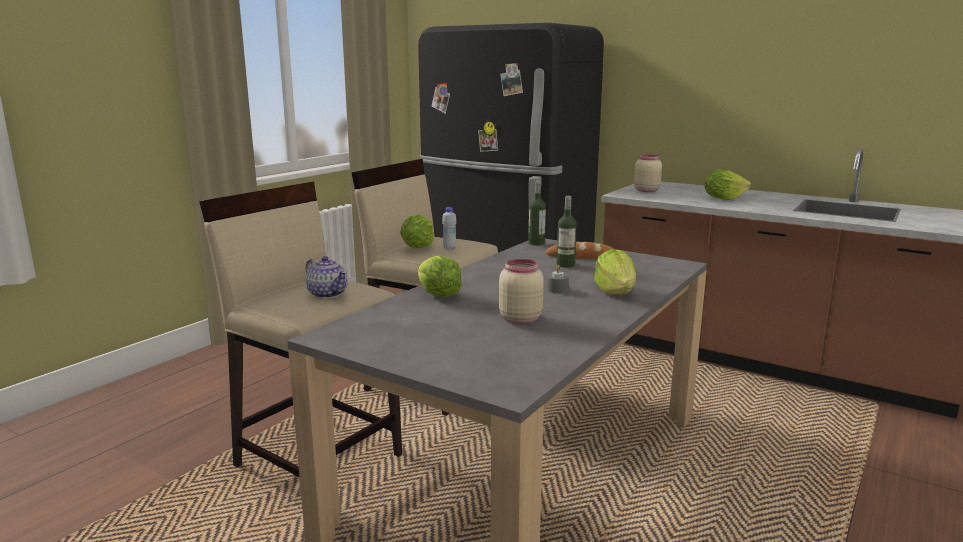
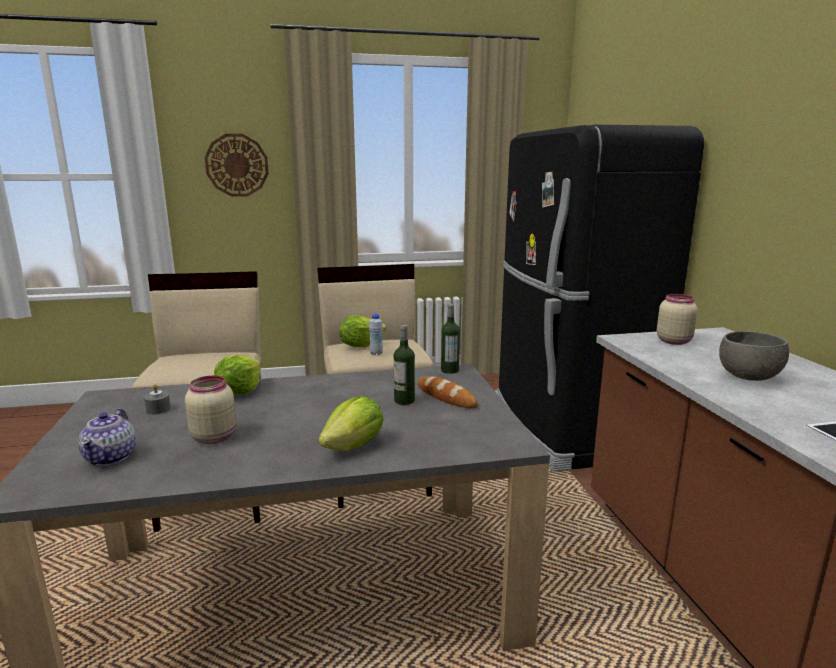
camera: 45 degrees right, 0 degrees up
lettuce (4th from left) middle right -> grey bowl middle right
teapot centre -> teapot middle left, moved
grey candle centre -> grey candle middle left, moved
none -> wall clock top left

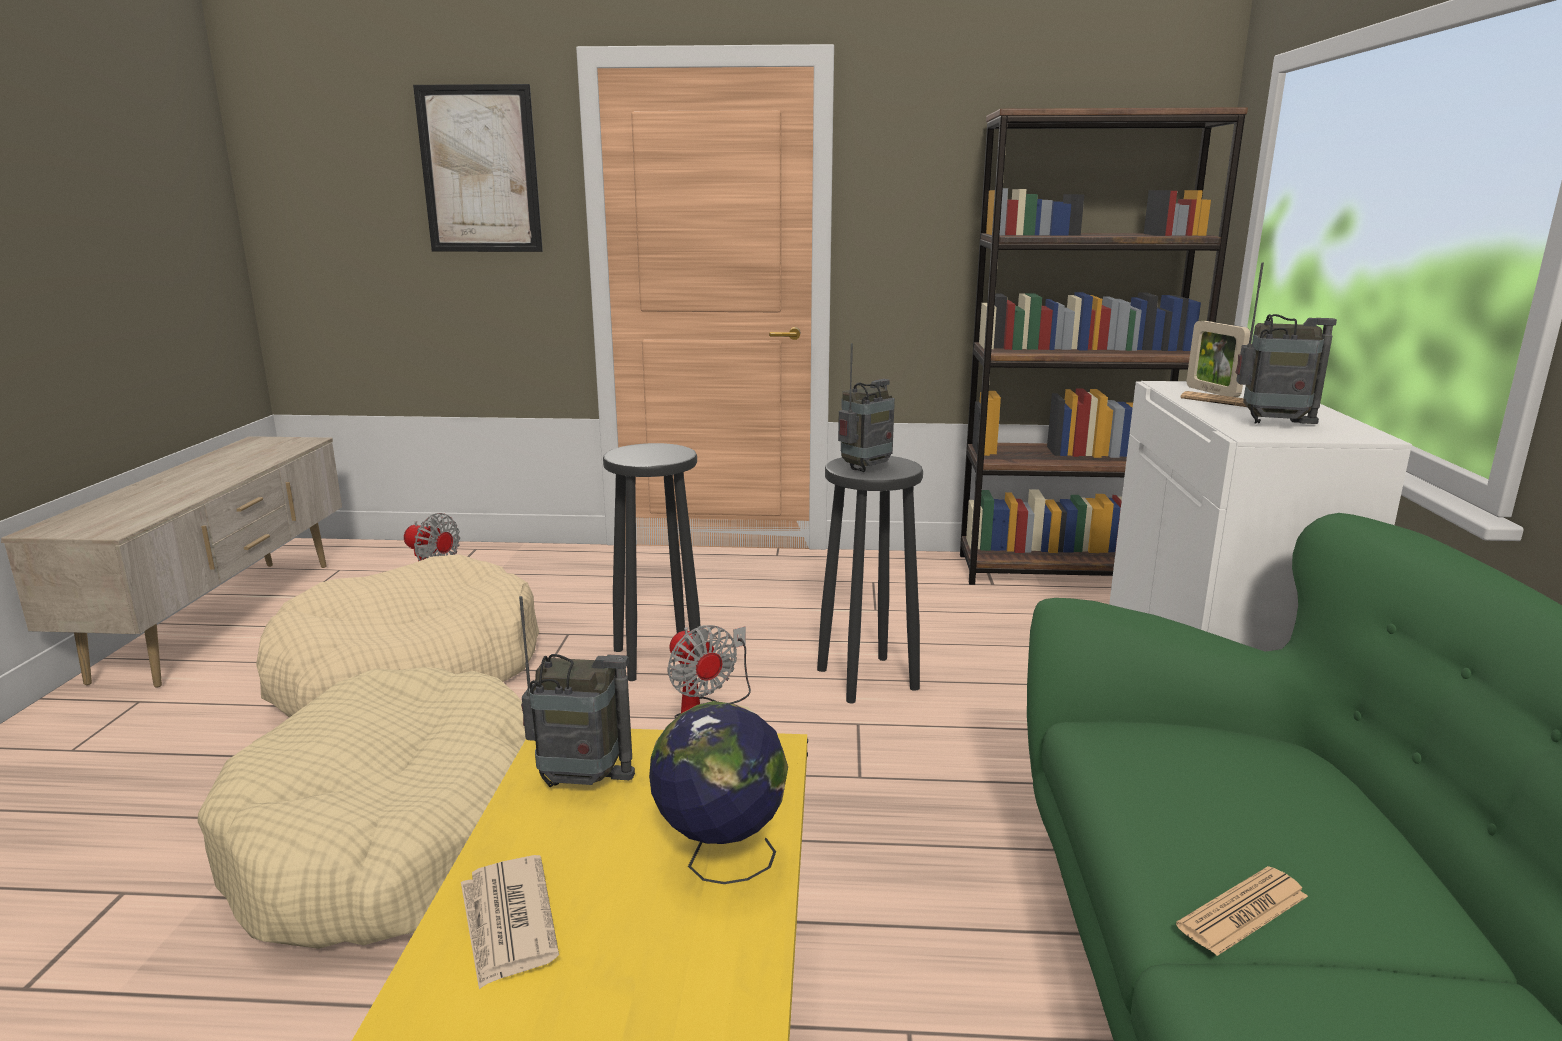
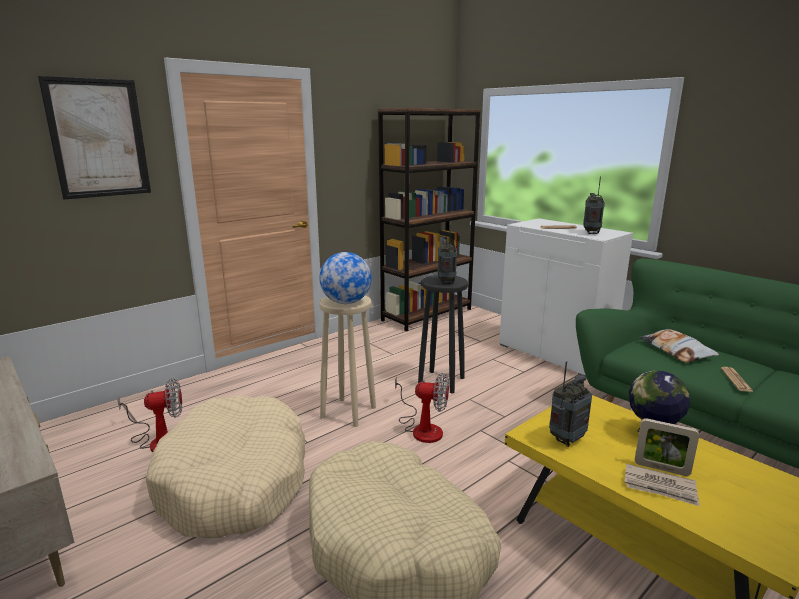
camera: 45 degrees left, 0 degrees up
radio (3rd from left) top right -> radio (3rd from left) middle right, 45 degrees counterclockwise
picture frame middle right -> picture frame bottom right, moved
black stool (1st from left) centre -> beige stool centre
none -> globe (1st from left) centre
none -> pillow middle right

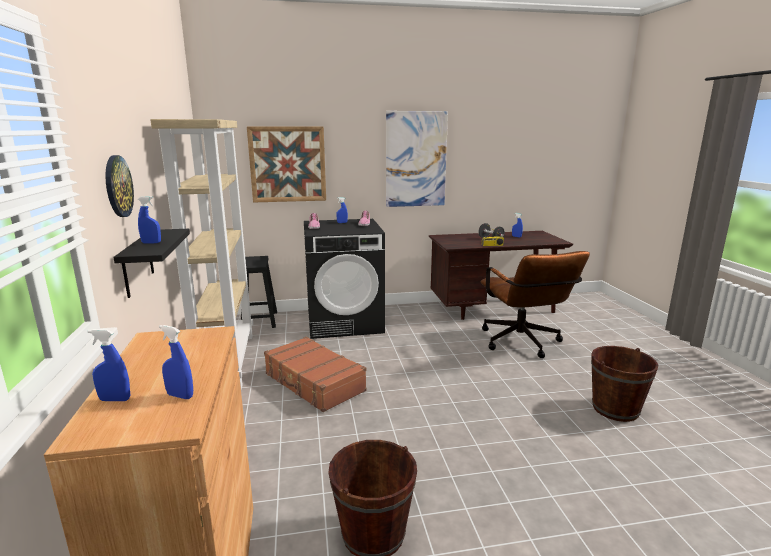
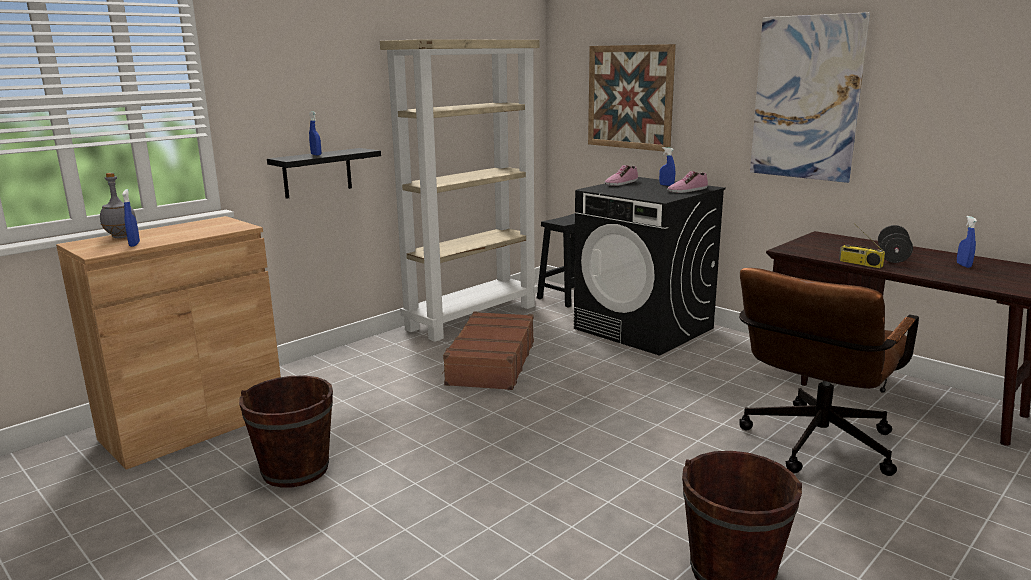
camera: 55 degrees right, 0 degrees up
wall clock middle left -> none
blue spray bottle (1st from left) middle left -> grey bottle middle left

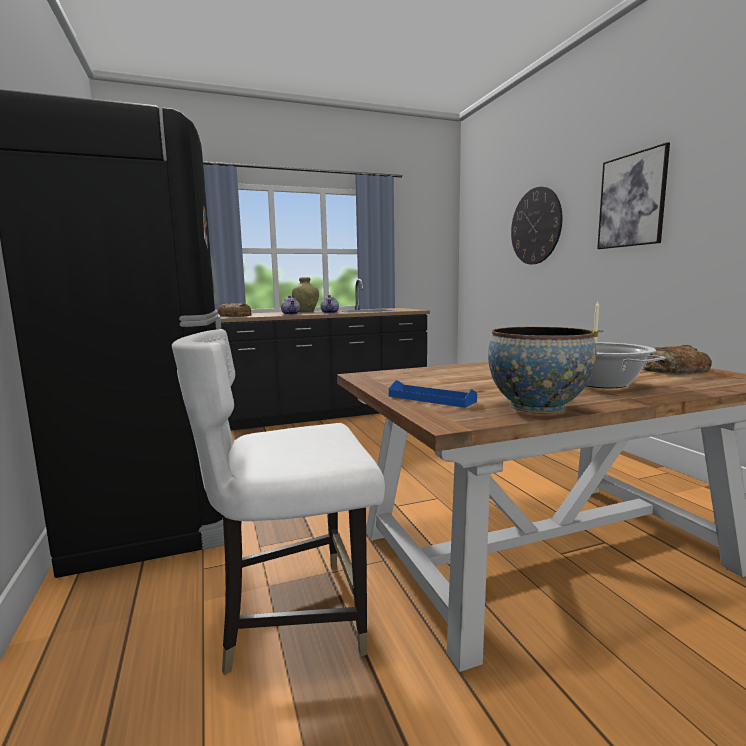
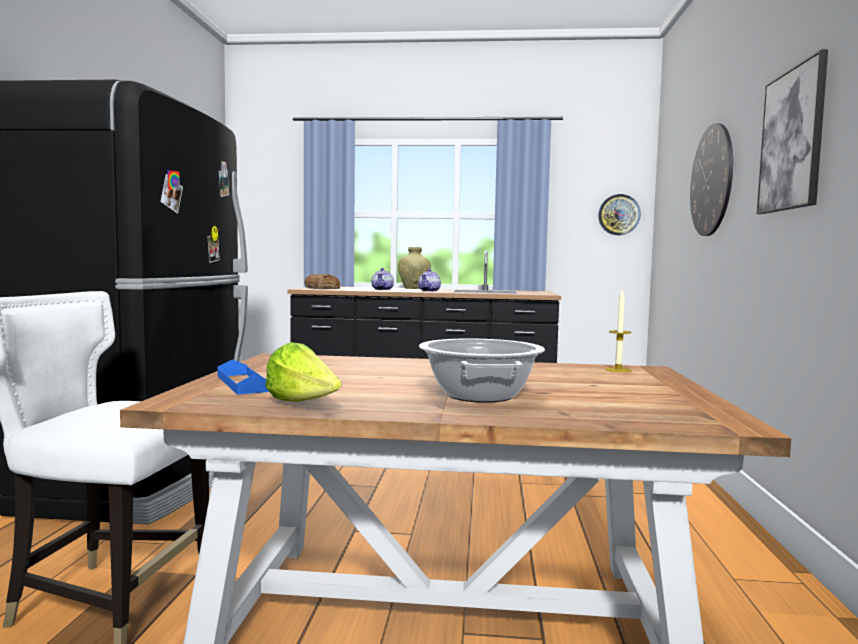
camera: 25 degrees right, 5 degrees down
bowl middle right -> lettuce centre
bread (2nd from left) middle right -> none
none -> wall clock (1st from left) top right

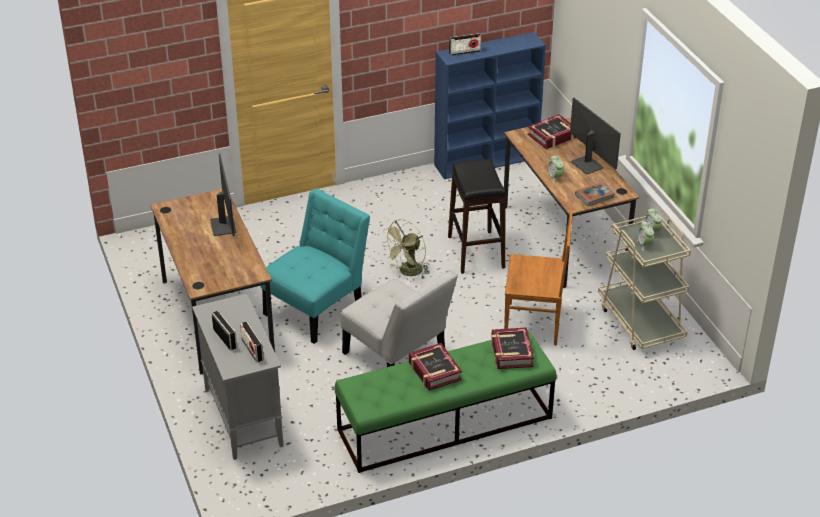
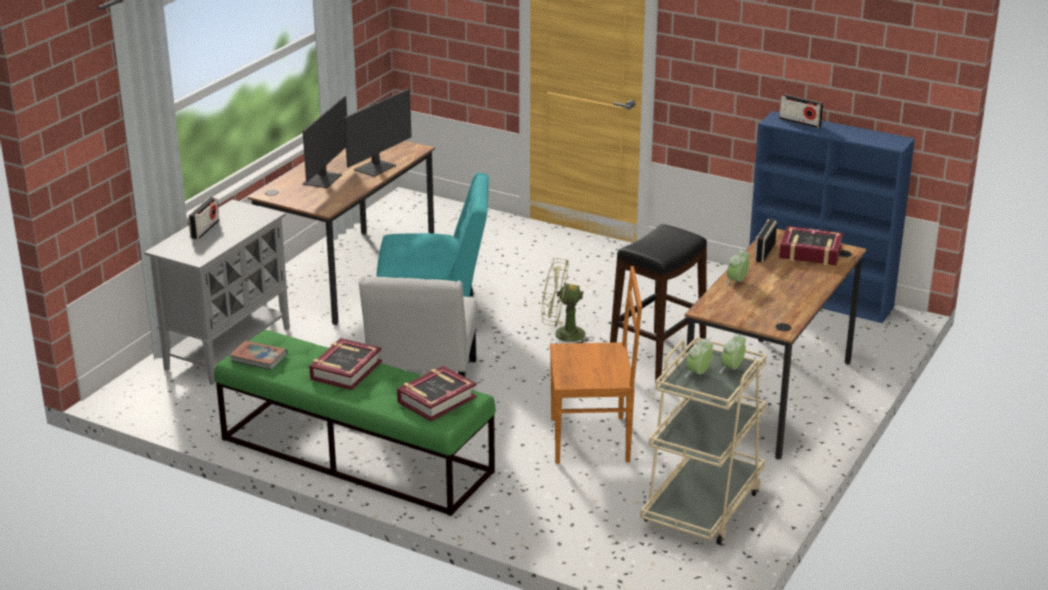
camera: 50 degrees right, 10 degrees down
monitor (2nd from left in the first image) top right -> monitor (1st from left) top left, moved
book (4th from left in the first image) middle right -> book (1st from left) middle left, moved
brown chair centre, 60 degrees counterclockwise
radio (2nd from left) middle left -> radio (2nd from left) middle right, moved

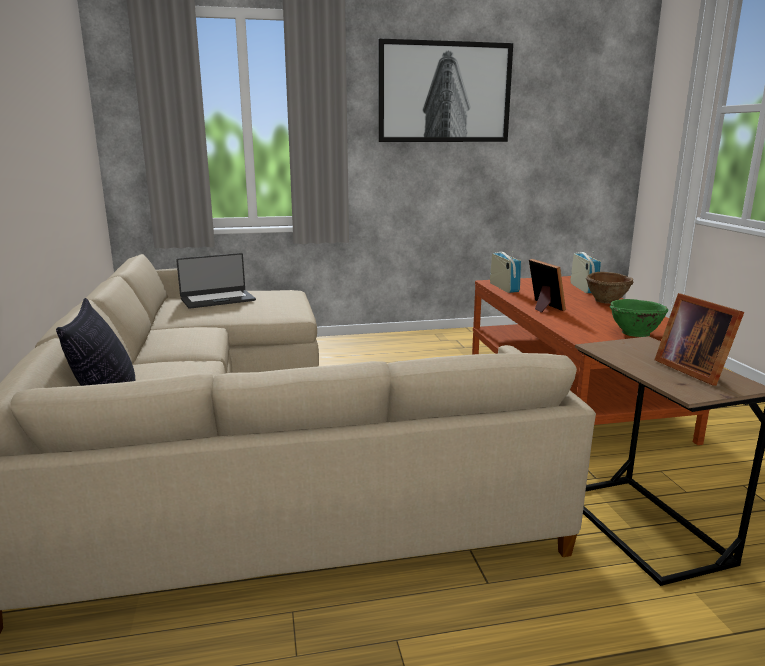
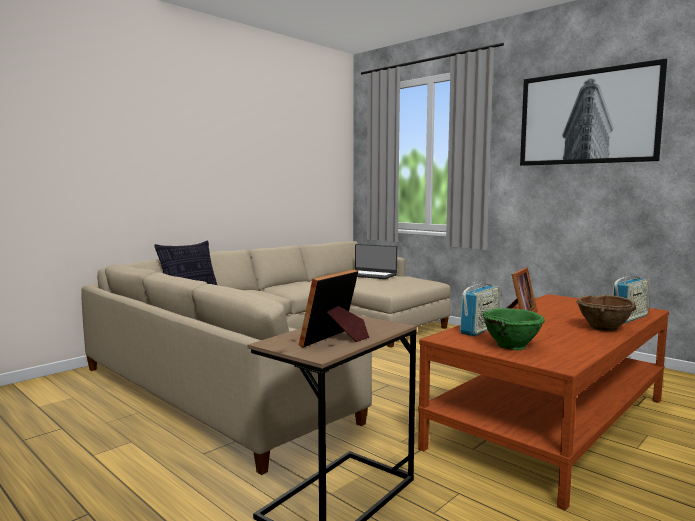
camera: 55 degrees right, 10 degrees down
radio (1st from left) centre -> radio (1st from left) middle right, moved

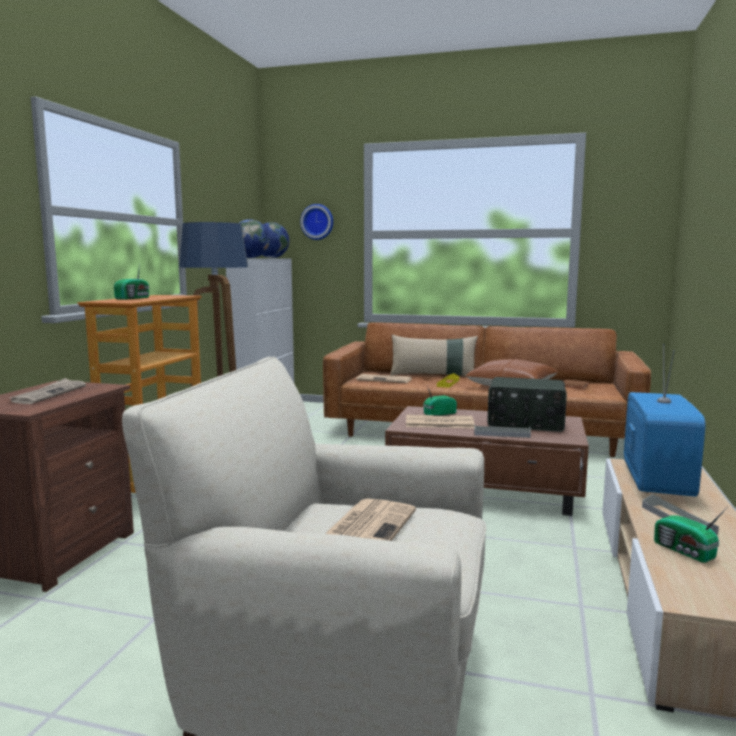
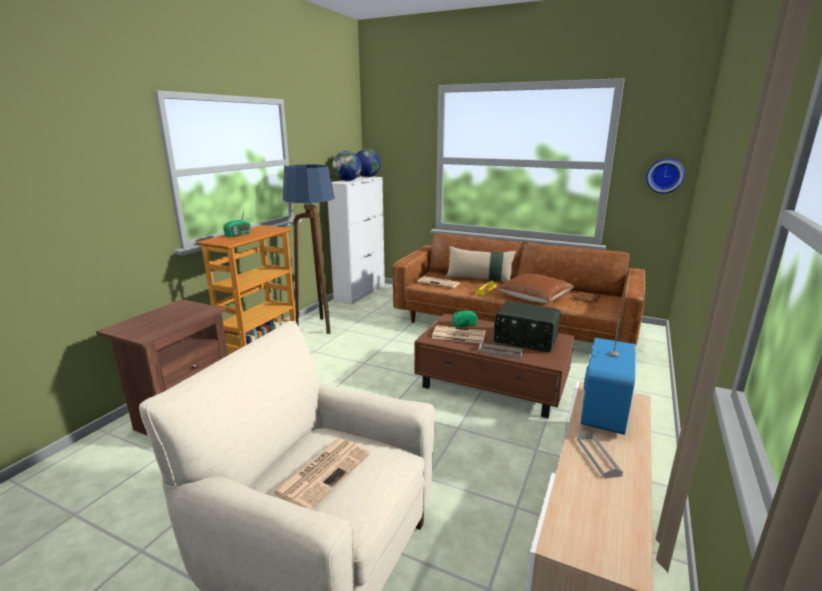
camera: 10 degrees right, 10 degrees up
wall clock top centre -> wall clock top right, moved
newspaper (1st from left) middle left -> none
radio (4th from left) bottom right -> none

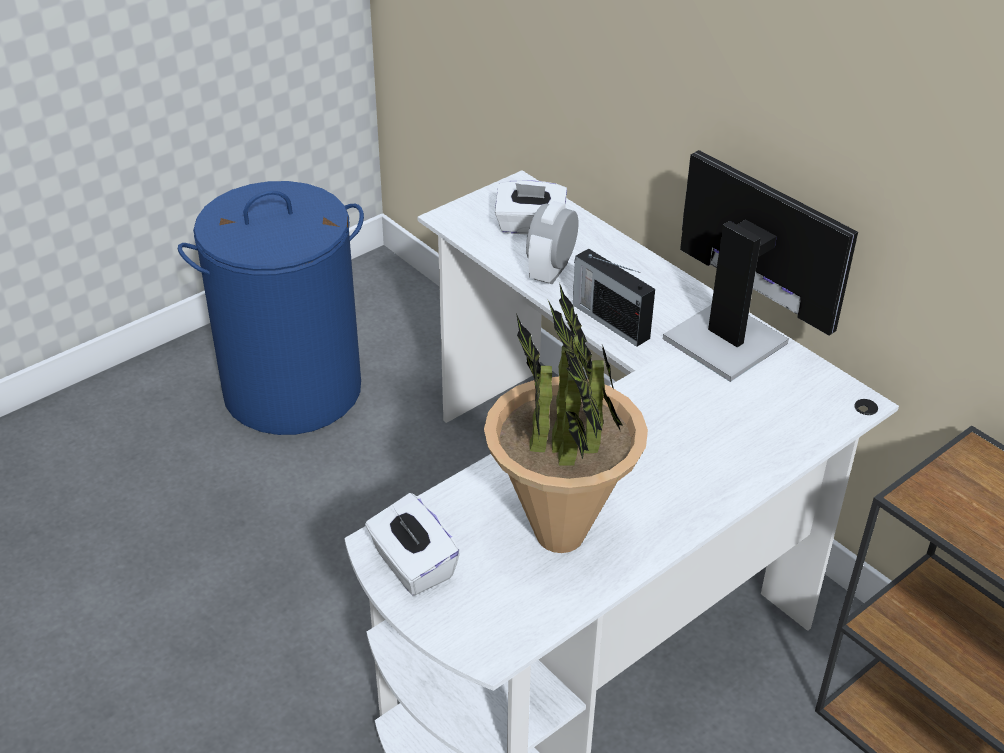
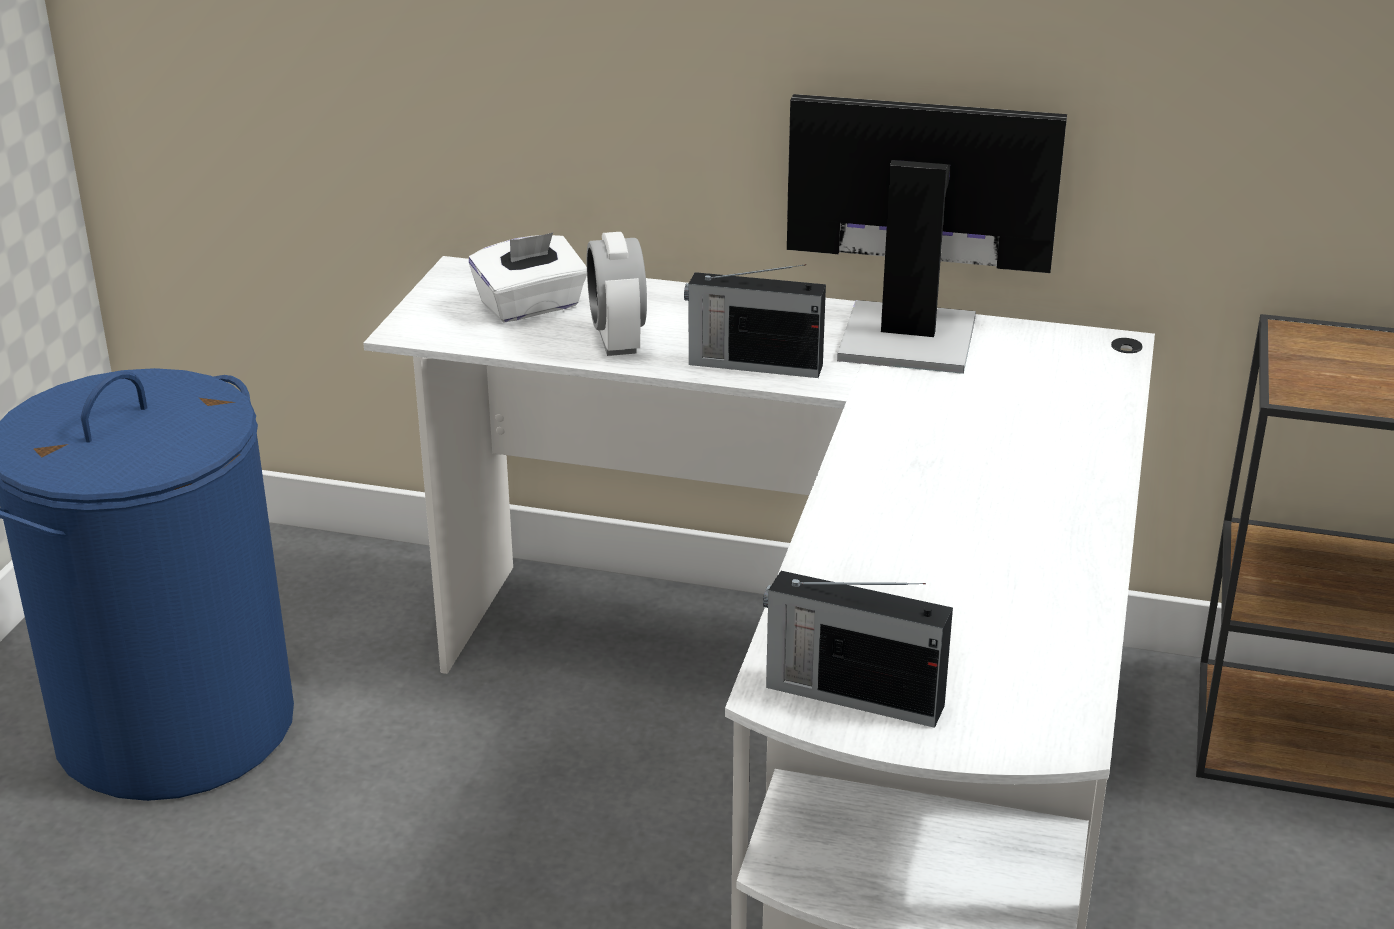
camera: 35 degrees left, 10 degrees down
potted plant centre -> none
white tissue box (1st from left) bottom centre -> radio (2nd from left) bottom centre

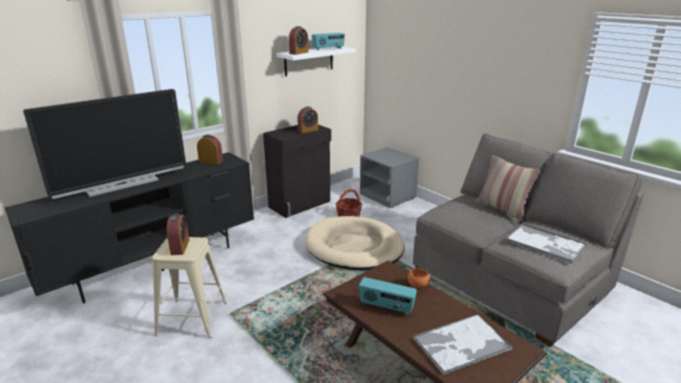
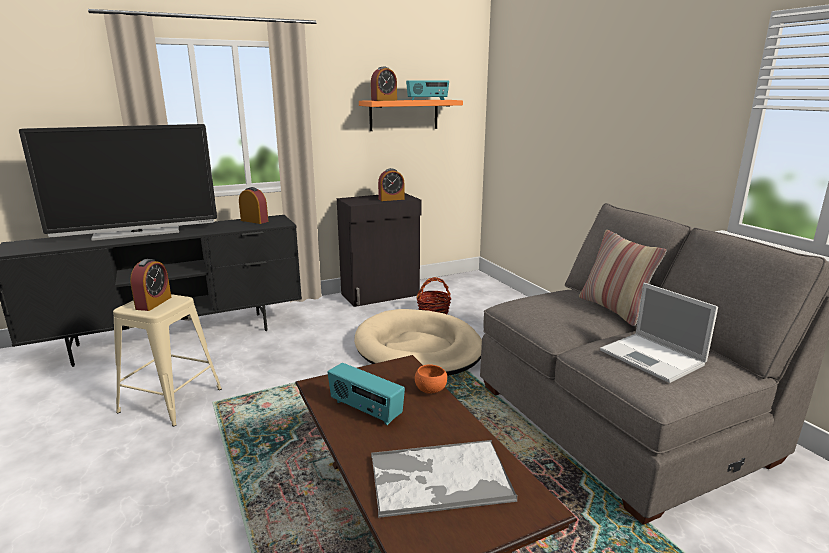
camera: 15 degrees right, 5 degrees down
white shelf top centre -> orange shelf top centre
grey nightstand centre -> none
tray (2nd from left) middle right -> laptop middle right

